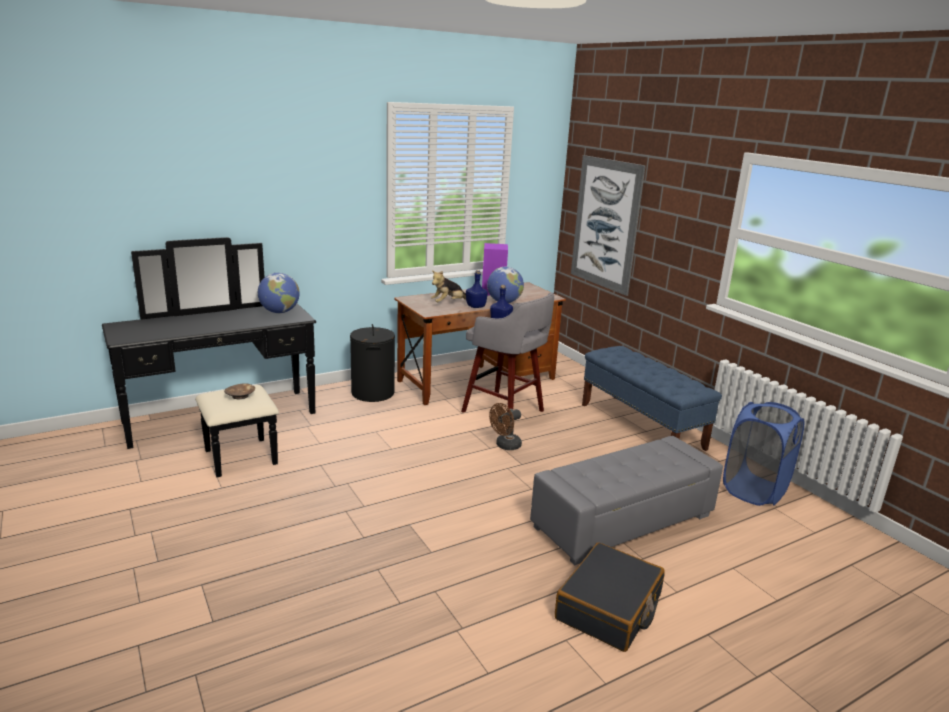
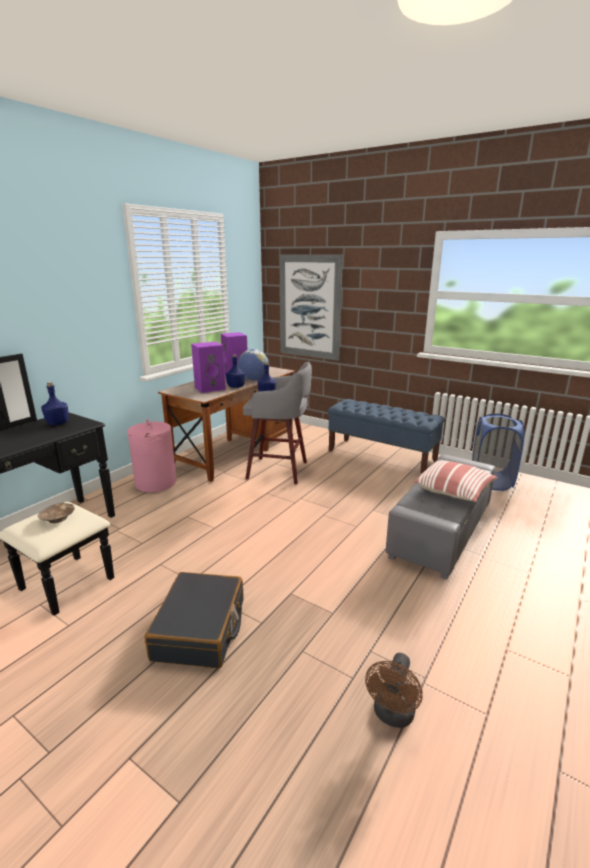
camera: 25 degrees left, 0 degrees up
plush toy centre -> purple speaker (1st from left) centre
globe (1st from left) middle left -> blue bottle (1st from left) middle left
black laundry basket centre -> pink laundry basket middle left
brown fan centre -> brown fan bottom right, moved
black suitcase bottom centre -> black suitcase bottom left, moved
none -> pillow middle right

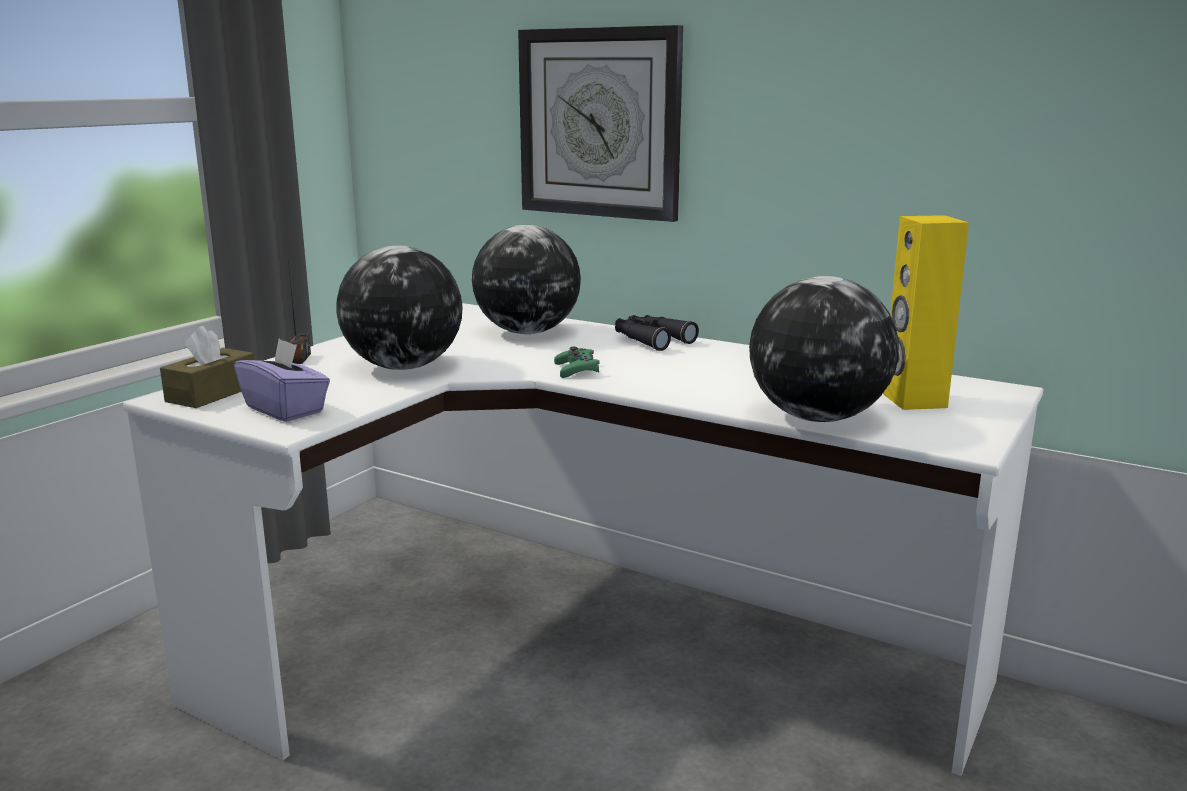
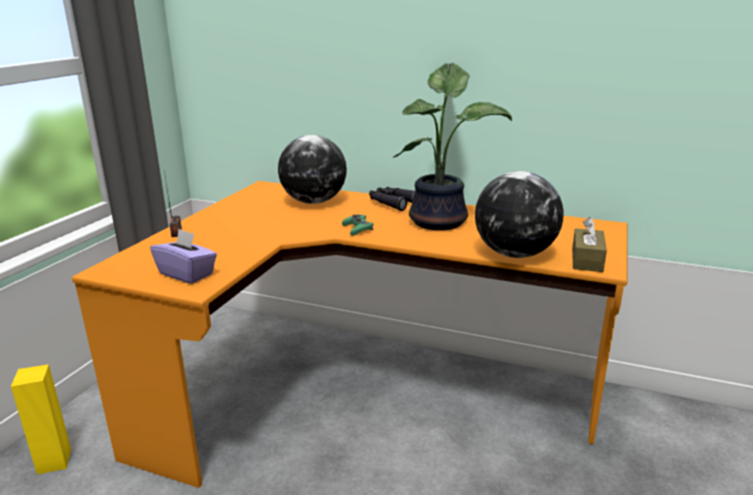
camera: 10 degrees left, 5 degrees up
wall clock top centre -> none
yellow speaker middle right -> yellow speaker bottom left, moved
globe (1st from left) centre -> none
white desk bottom centre -> orange desk bottom centre
brown tissue box middle left -> brown tissue box middle right, moved
none -> potted plant top centre

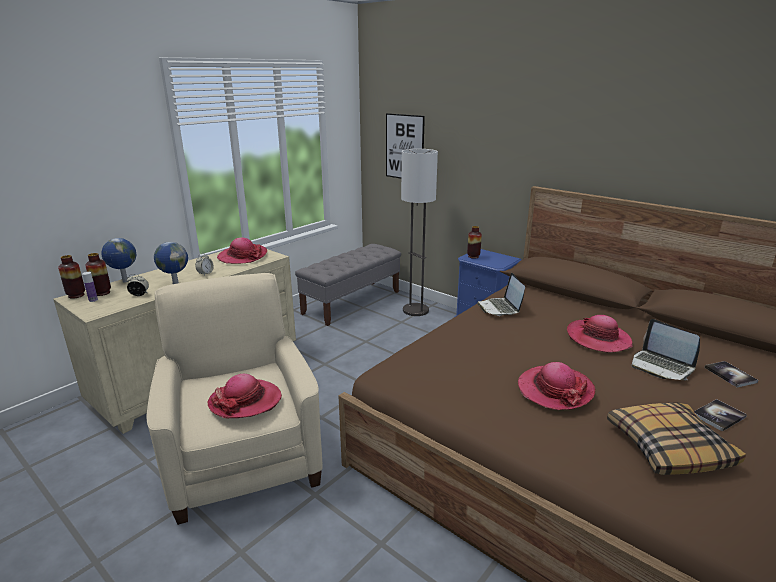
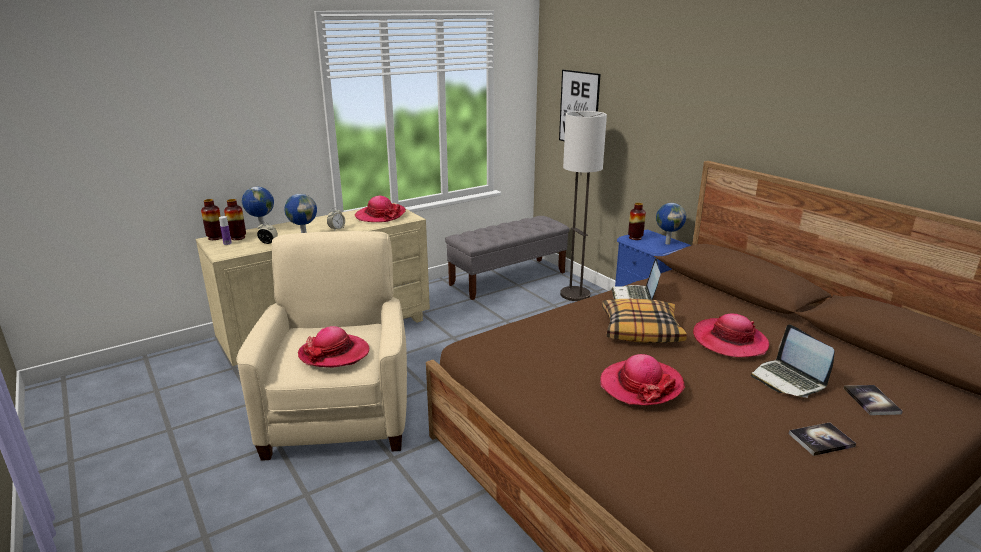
camera: 15 degrees right, 0 degrees up
pillow bottom right -> pillow centre, moved
none -> globe (3rd from left) middle right

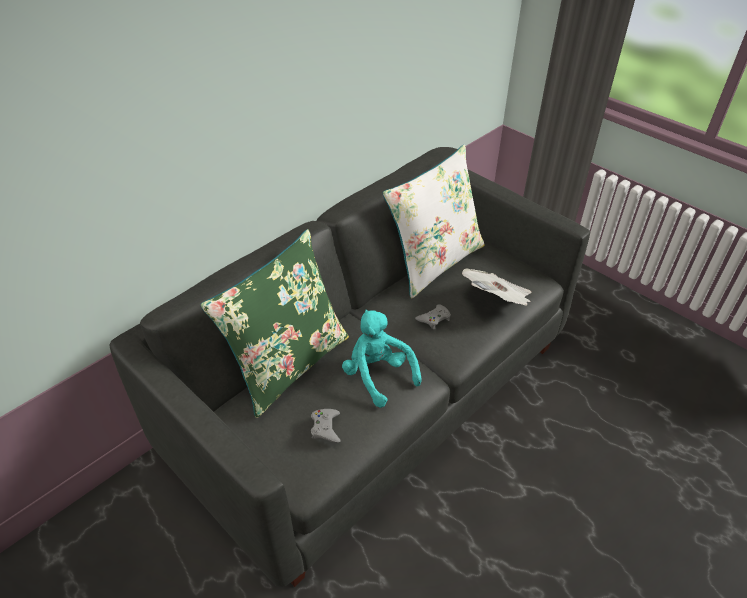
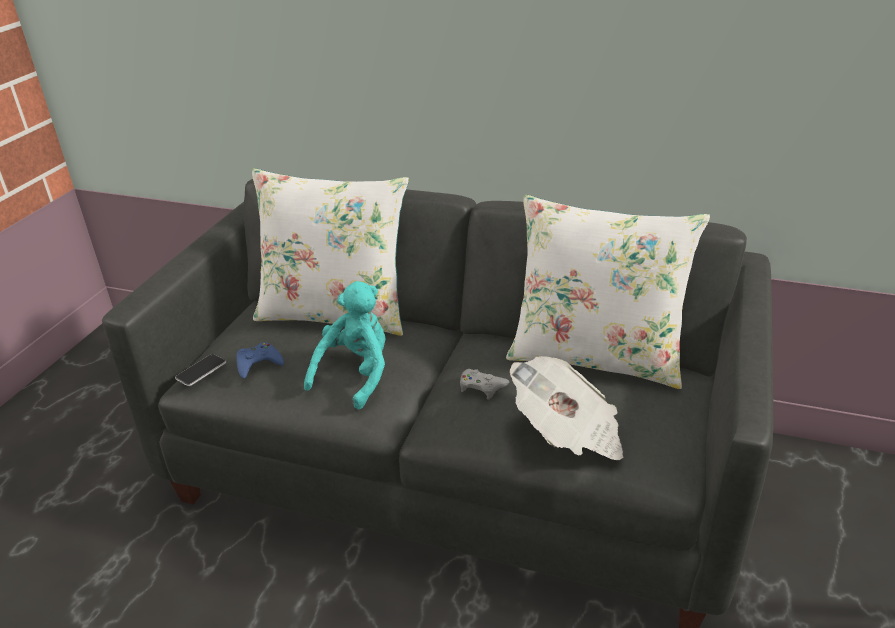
camera: 65 degrees right, 10 degrees down
green pillow centre -> white pillow (1st from left) centre
grey game controller (1st from left) bottom centre -> blue game controller middle left
none -> phone middle left

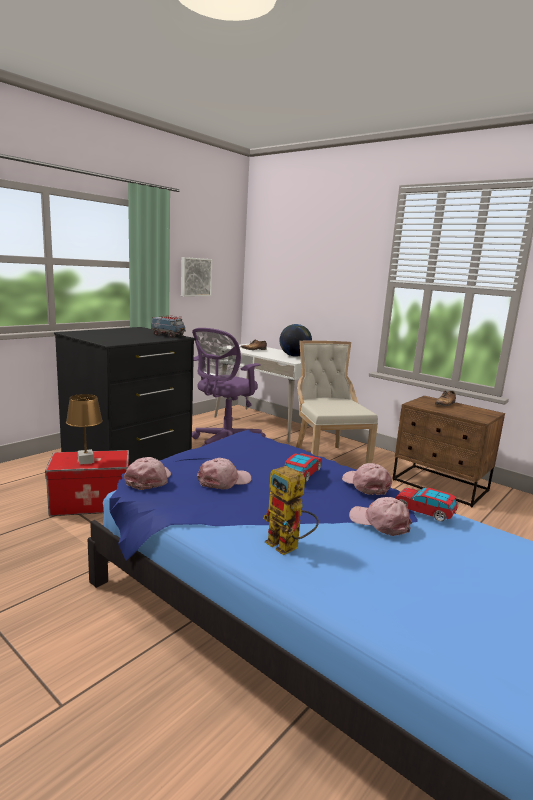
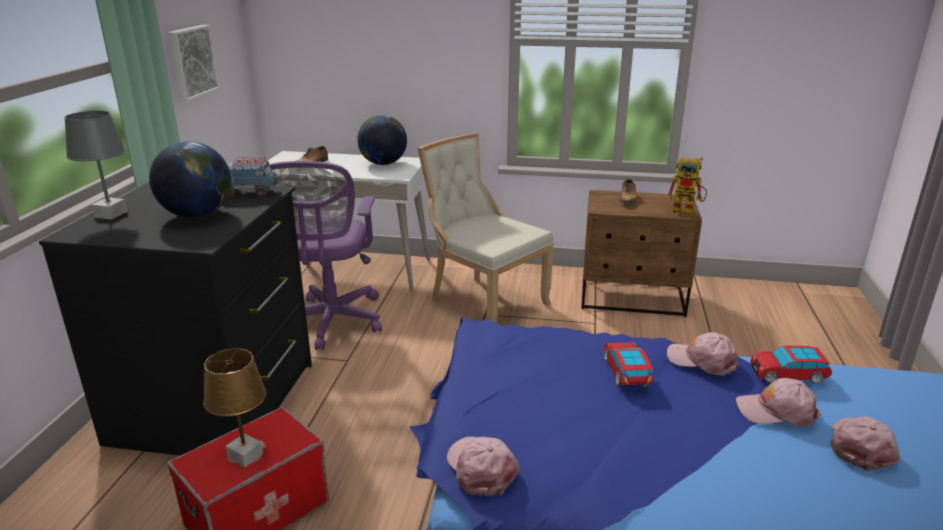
camera: 30 degrees left, 10 degrees up
pink cap (2nd from left in the first image) centre -> pink cap (4th from left) bottom right, moved
toy robot centre -> toy robot middle right, moved
none -> grey table lamp top left
none -> globe (1st from left) middle left

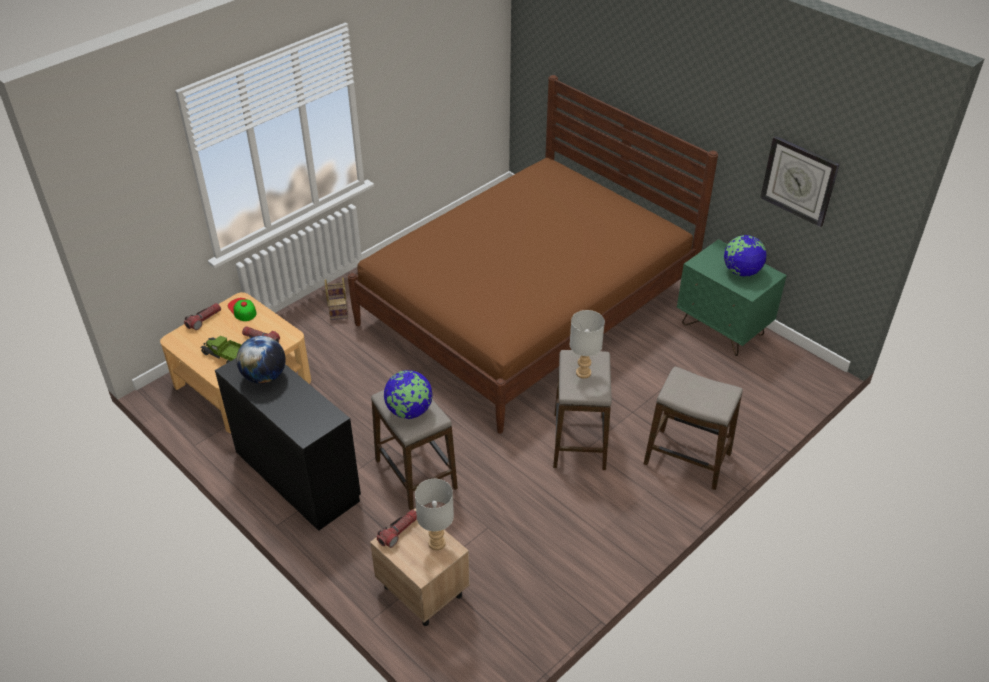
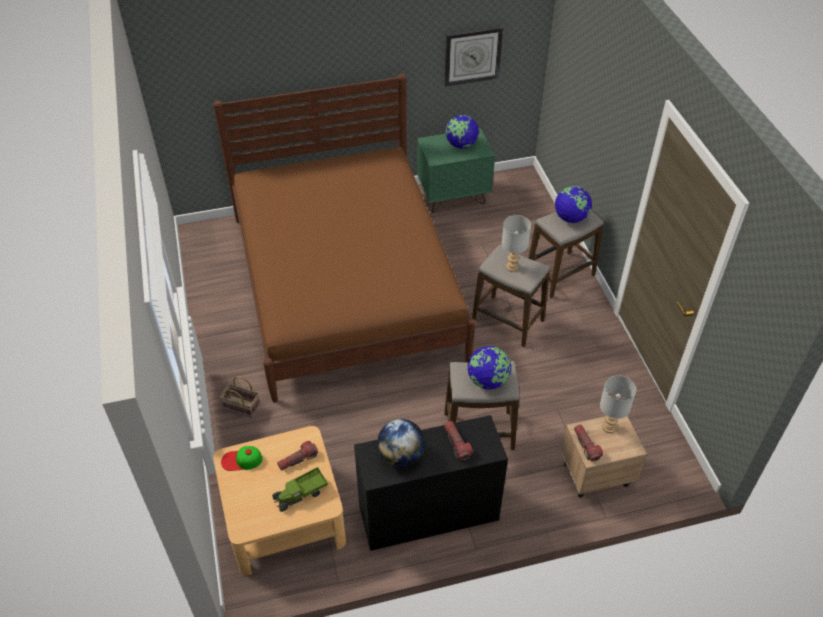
camera: 60 degrees left, 5 degrees up
flashlight (1st from left in the first image) middle left -> flashlight (2nd from left) bottom centre, moved
none -> globe (4th from left) top right

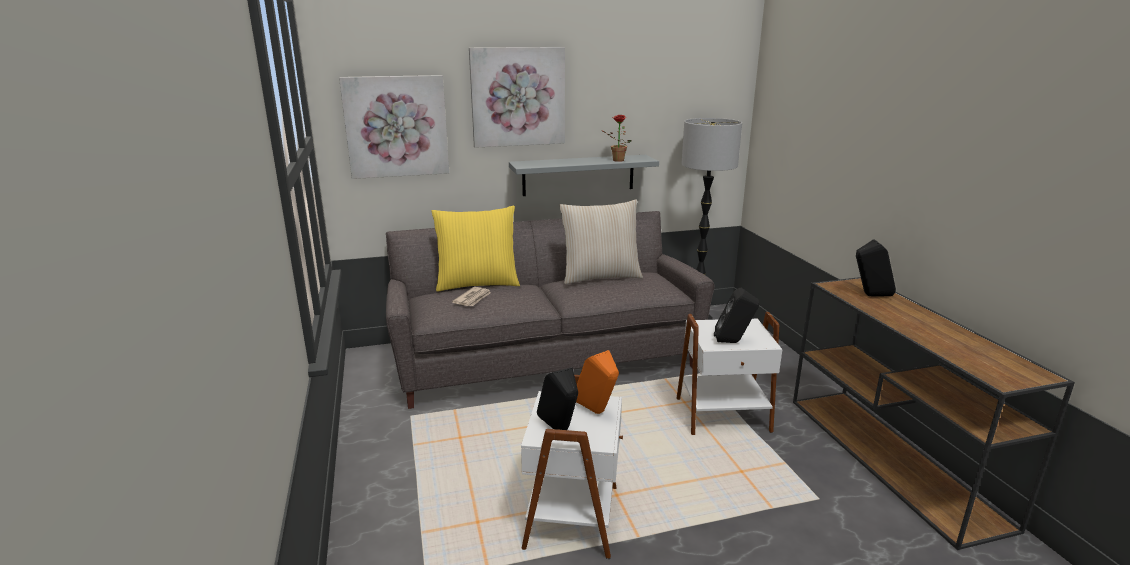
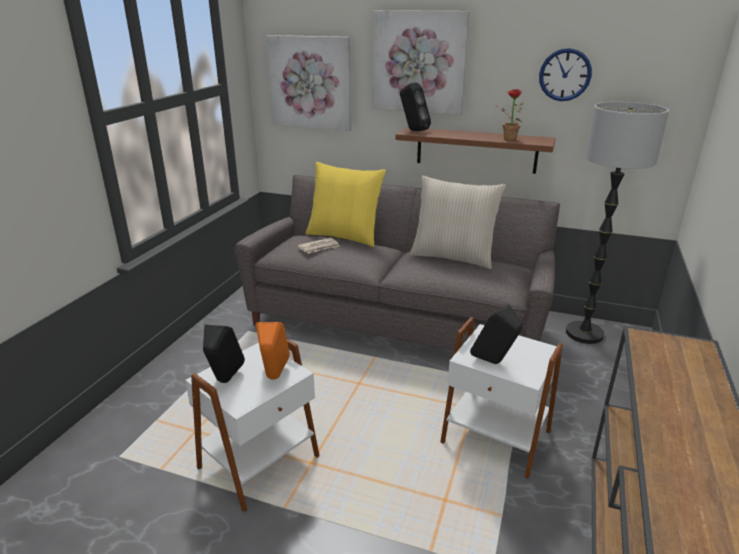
camera: 35 degrees right, 5 degrees up
grey shelf top centre -> brown shelf top centre
black speaker (3rd from left in the first image) middle right -> black speaker (2nd from left) top centre, moved
none -> wall clock top right

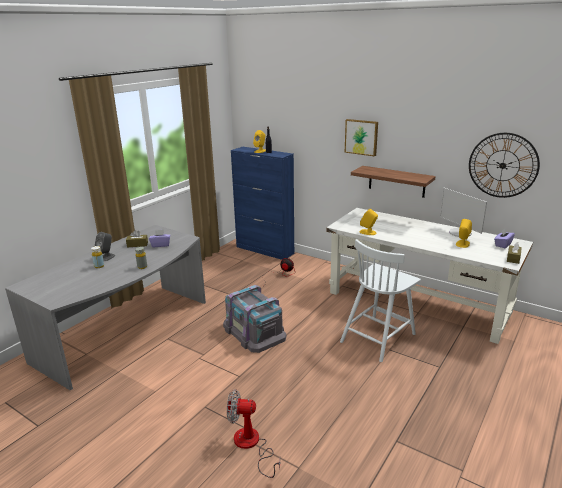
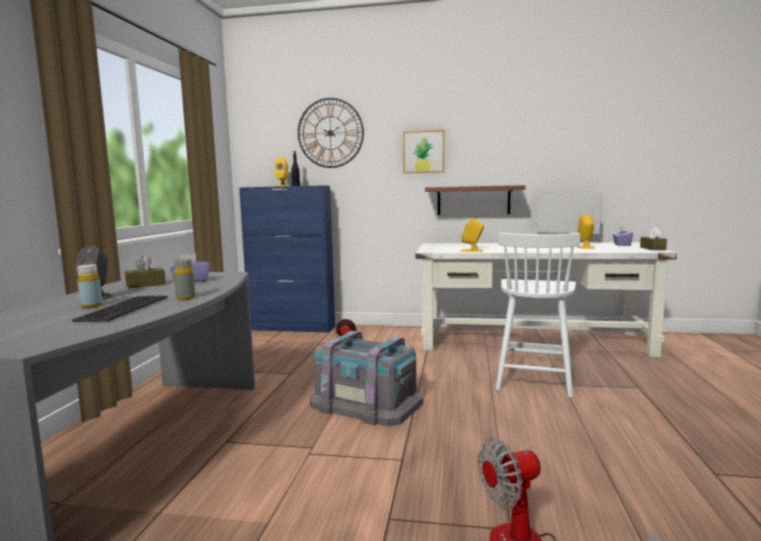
camera: 25 degrees left, 15 degrees down
wall clock middle right -> wall clock top centre, moved
none -> keyboard middle left

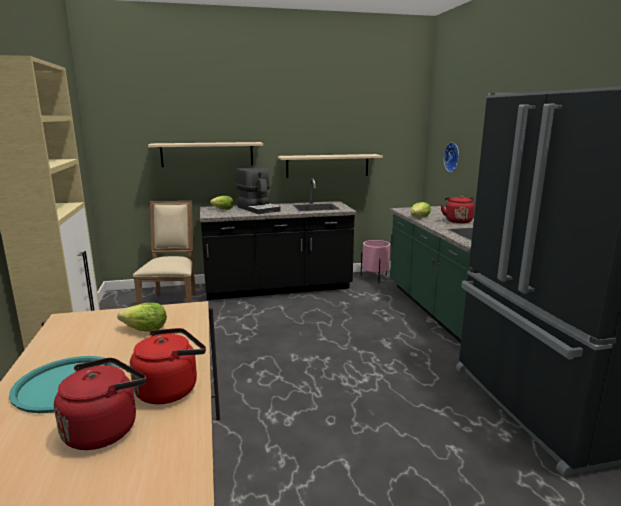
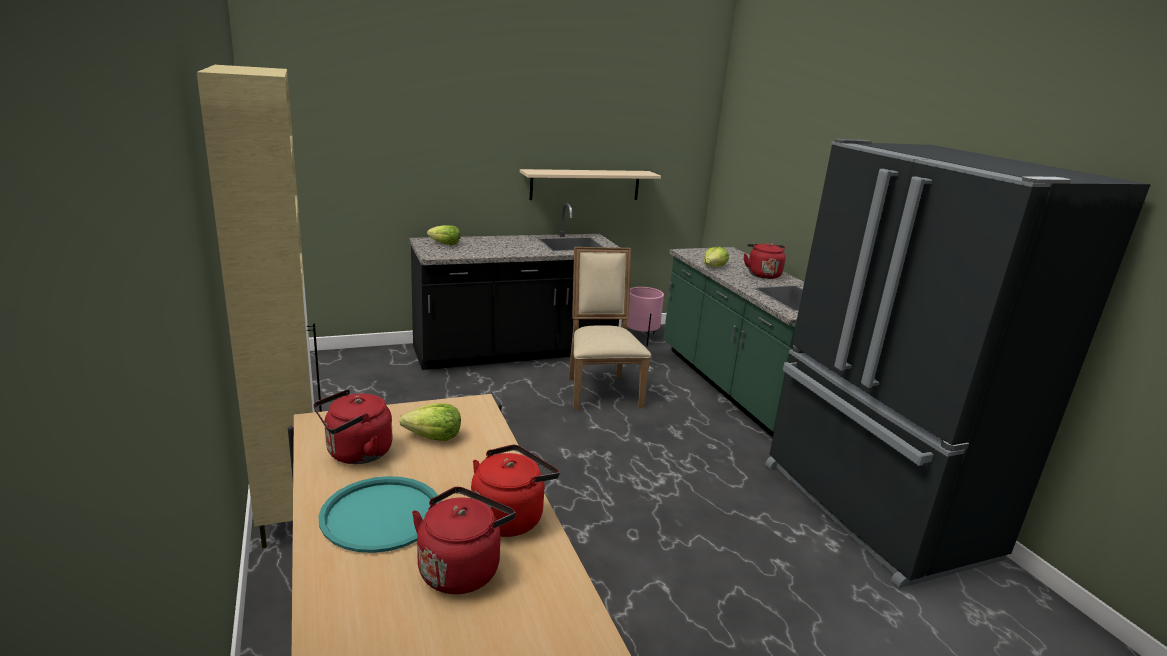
camera: 10 degrees left, 5 degrees up
beige shelf (1st from left) top left -> none
wall clock top right -> none
coffee machine centre -> none
beige chair middle left -> beige chair centre, moved
none -> red kettle (1st from left) middle left

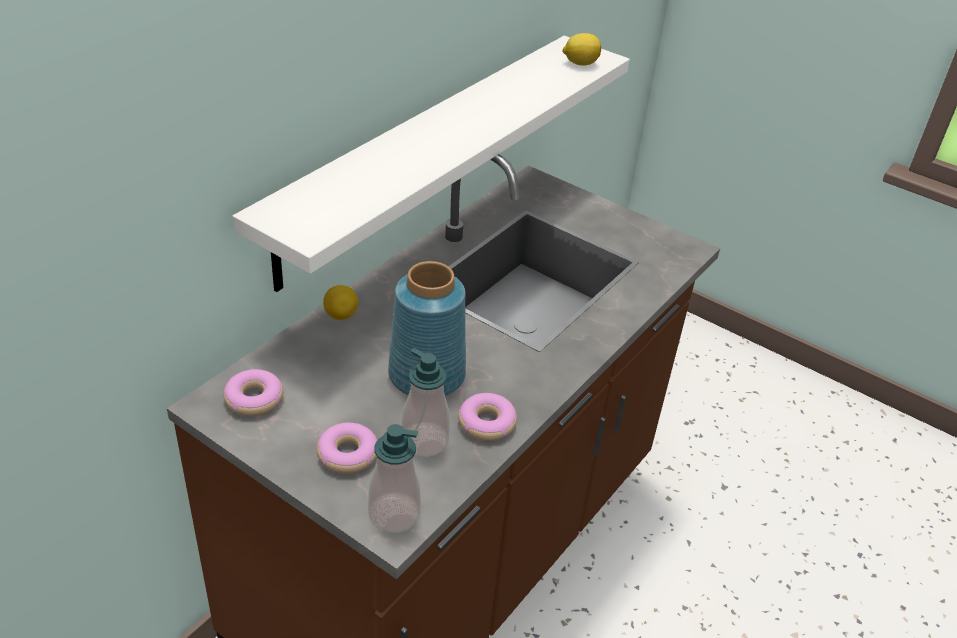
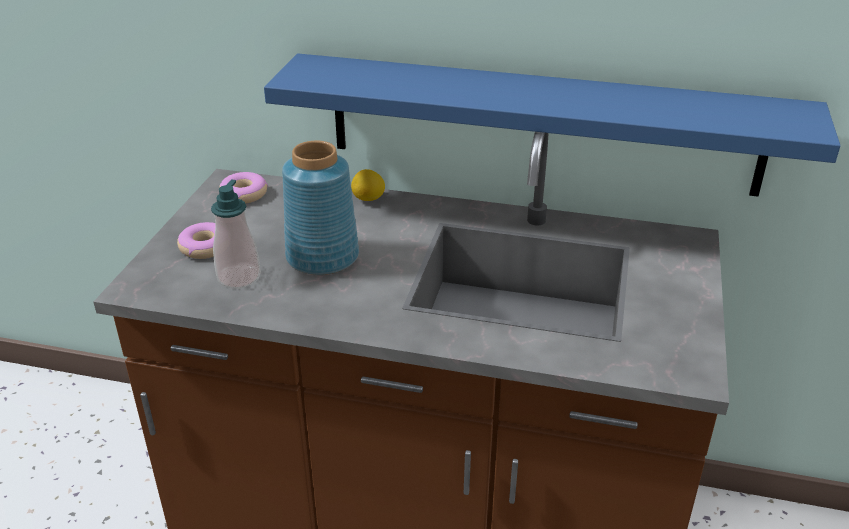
camera: 70 degrees right, 5 degrees down
lemon (2nd from left) top centre -> none
white shelf top centre -> blue shelf top centre
donut (3rd from left) centre -> none
soap dispenser (1st from left) bottom centre -> none

